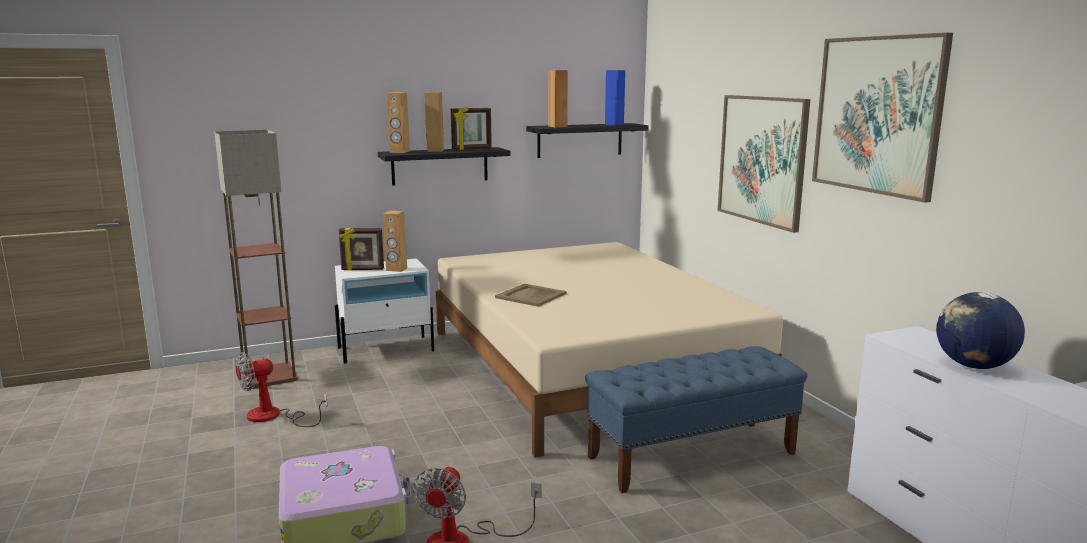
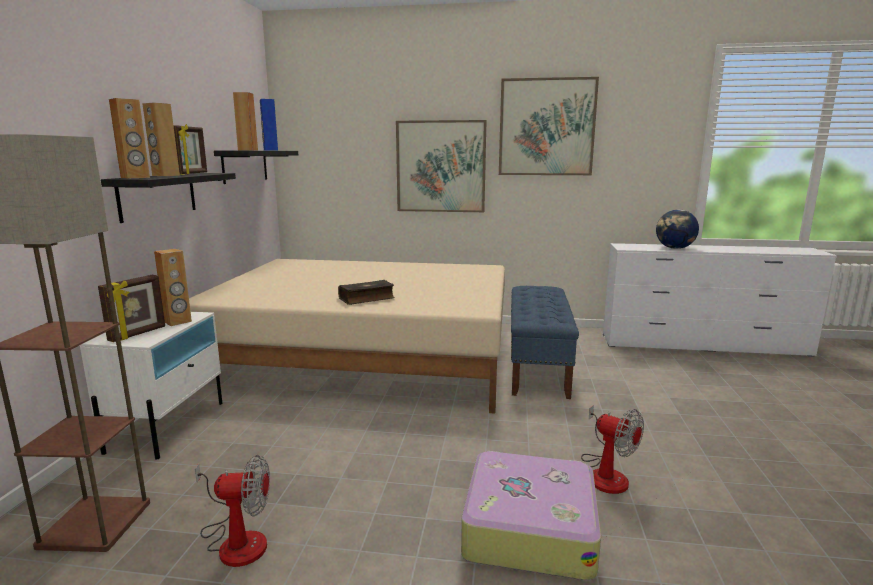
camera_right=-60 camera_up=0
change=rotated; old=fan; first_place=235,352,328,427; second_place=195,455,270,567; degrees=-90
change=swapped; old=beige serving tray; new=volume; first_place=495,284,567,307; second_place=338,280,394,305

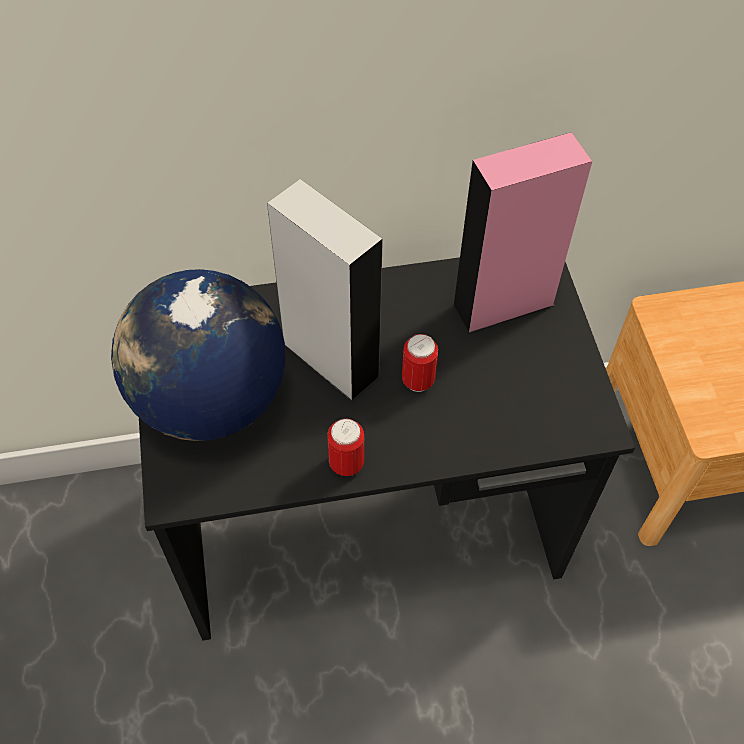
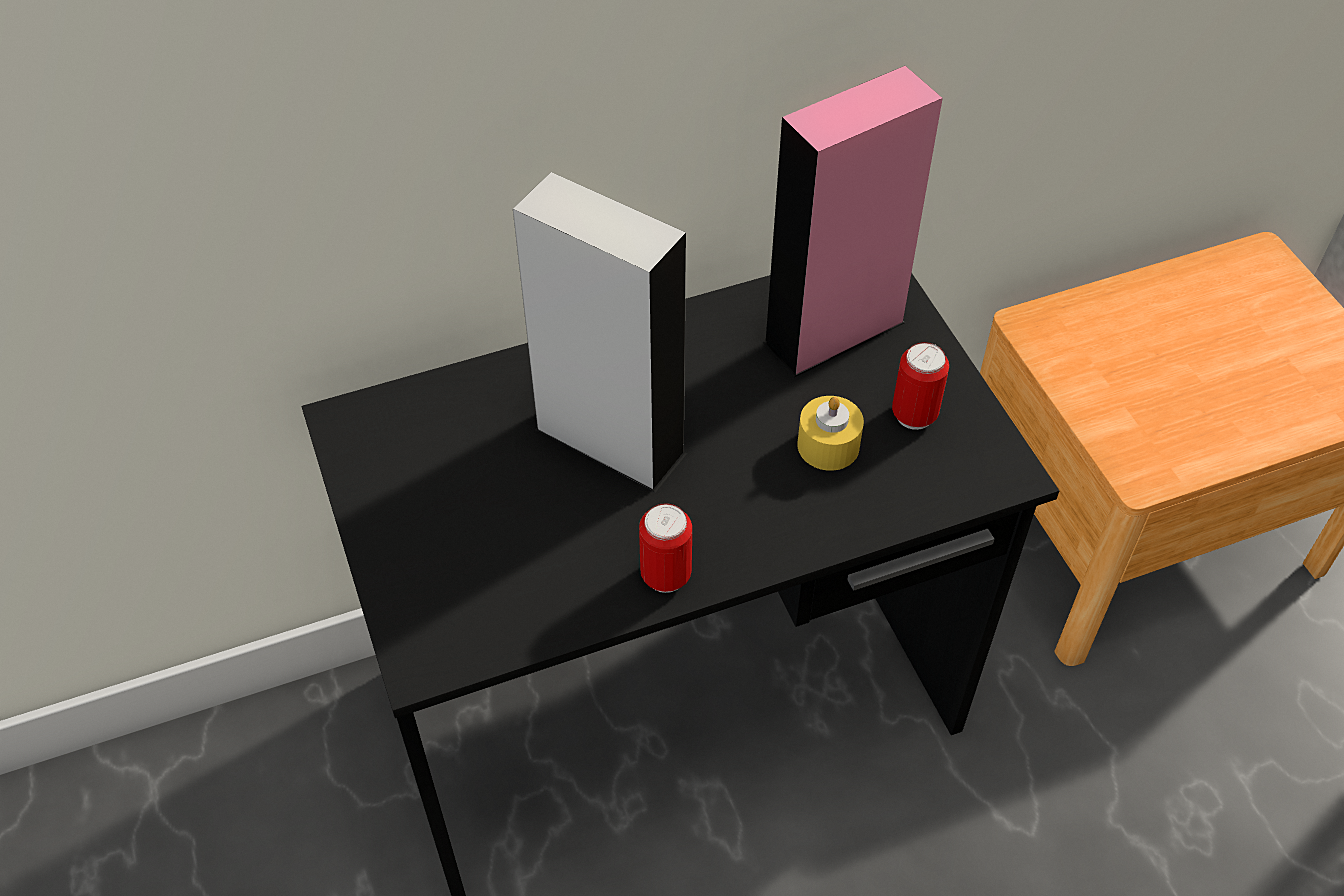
camera_right=-10 camera_up=-5
change=new; new=yellowish candle; second_place=797,396,864,471
change=shifted; old=can; first_place=402,334,438,392; second_place=892,342,949,430
change=gone; old=desk globe; first_place=111,269,285,441

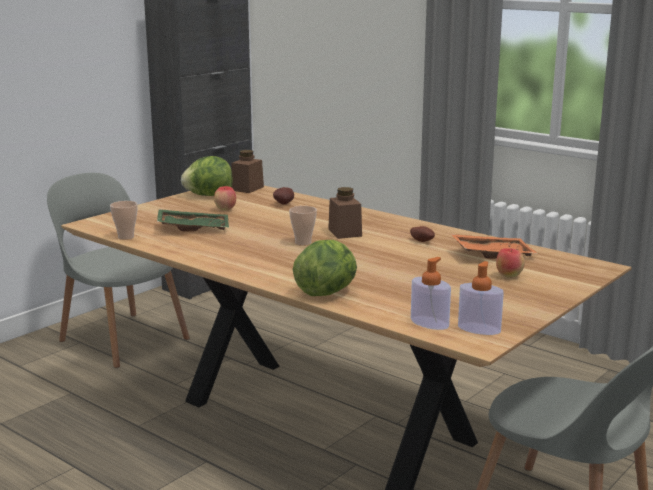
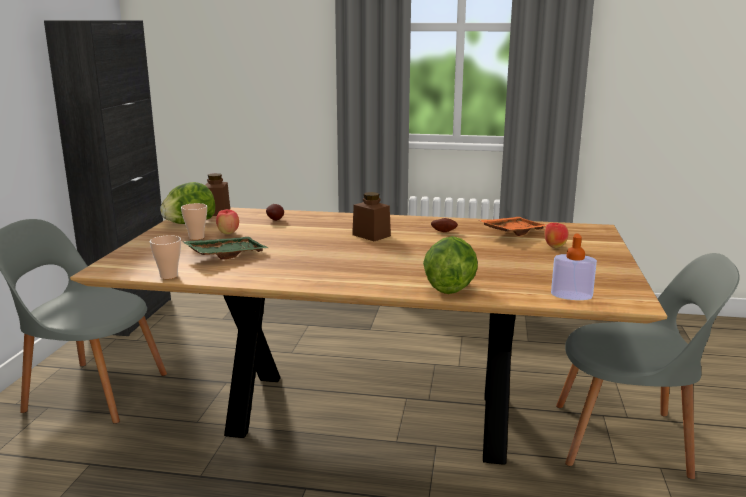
camera_right=-30 camera_up=0
change=shifted; old=small cup; first_place=289,206,317,246; second_place=181,203,207,240
change=gone; old=soap dispenser; first_place=458,261,504,335

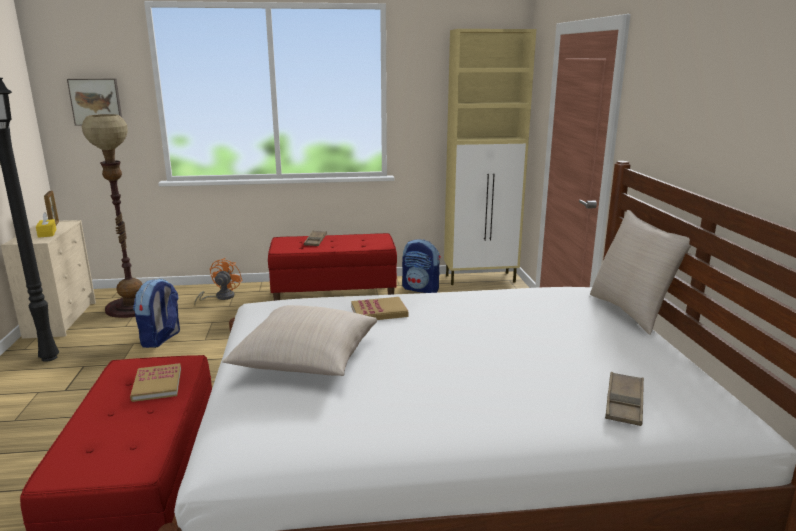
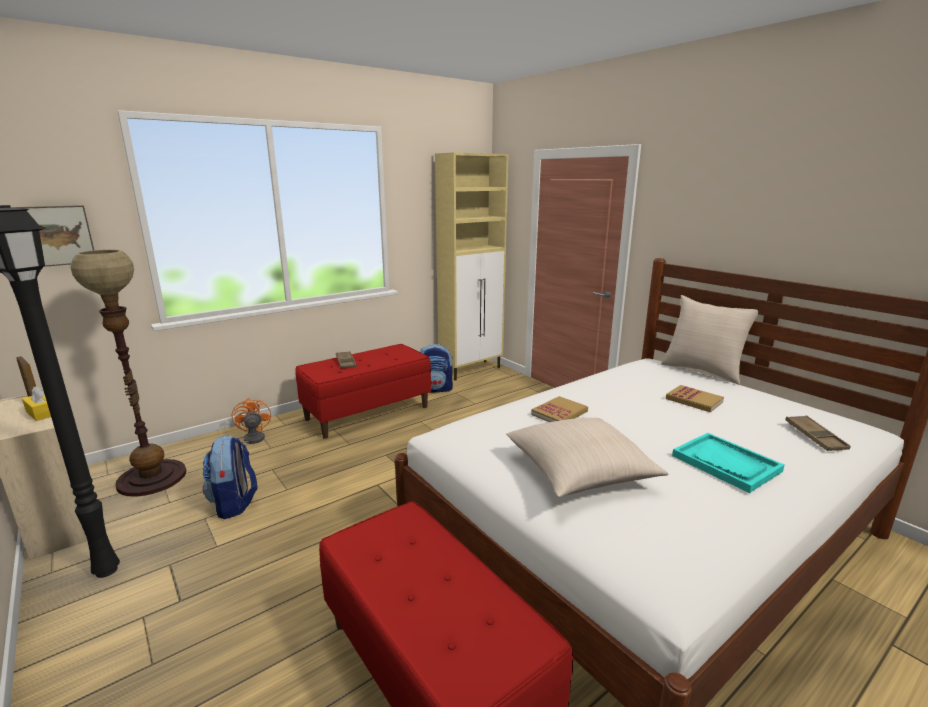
camera_right=-30 camera_up=0
change=shifted; old=volume; first_place=130,363,181,402; second_place=666,385,724,413
change=new; new=blue-green serving tray; second_place=672,433,784,493

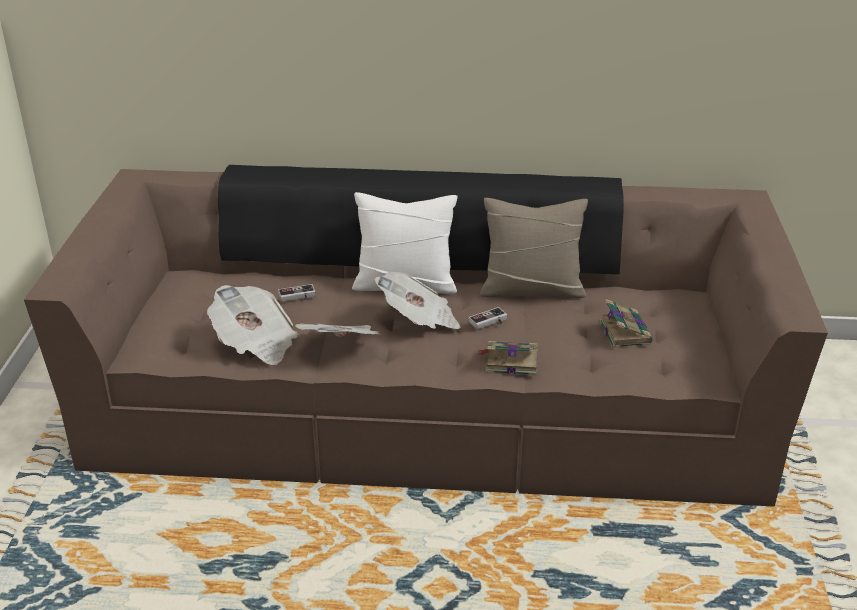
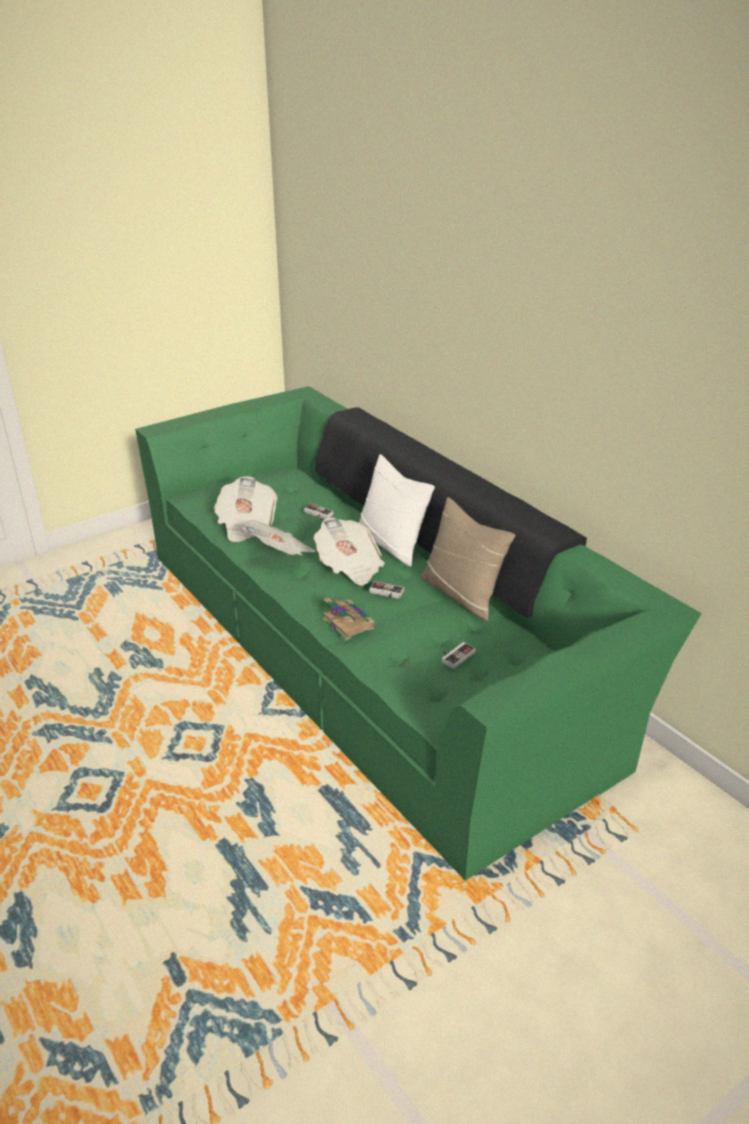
camera_right=50 camera_up=0
change=repainted; old=brown-coloured settee; new=green-coloured settee; first_place=24,165,828,507; second_place=135,386,702,881
change=swapped; old=volume; new=game controller; first_place=600,299,652,348; second_place=442,642,476,669

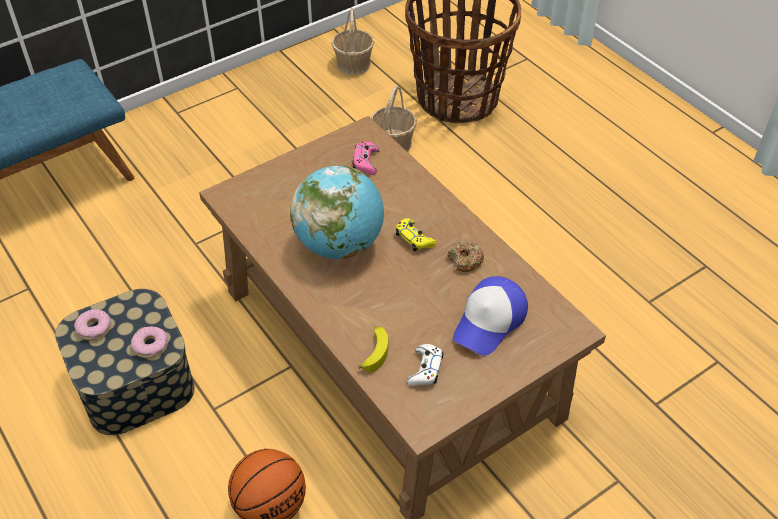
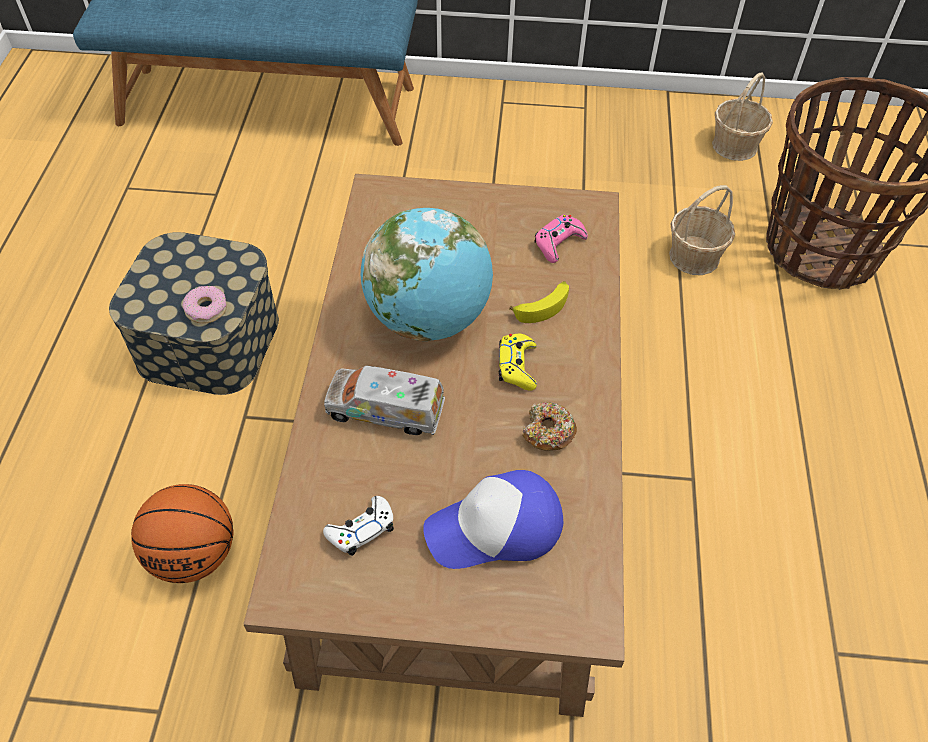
camera_right=40 camera_up=5
change=new; new=model truck; second_place=324,366,445,435
change=shifted; old=banana fruit; first_place=358,326,388,373; second_place=509,281,569,323
change=gone; old=donut; first_place=74,309,112,341

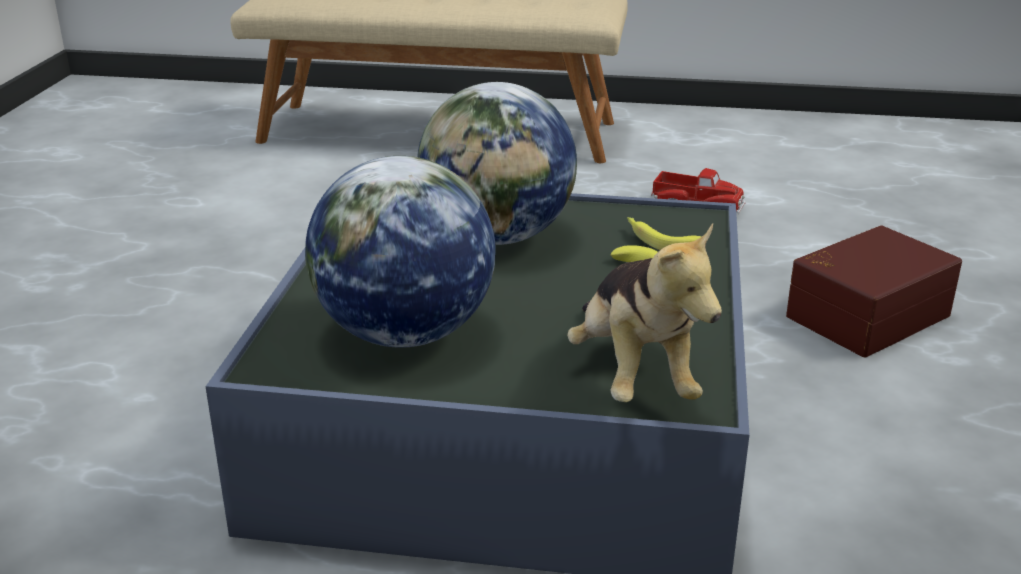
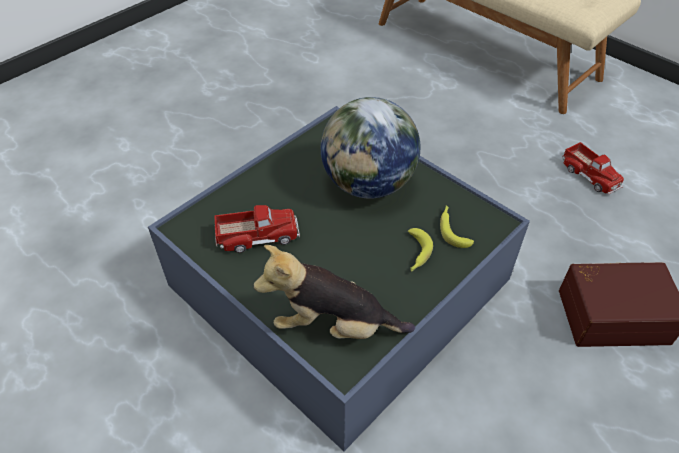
camera_right=35 camera_up=20
change=swapped; old=desk globe; new=model truck; first_place=305,156,496,348; second_place=214,205,300,253
change=rotated; old=soft toy; first_place=567,223,722,402; second_place=254,245,415,339; degrees=75

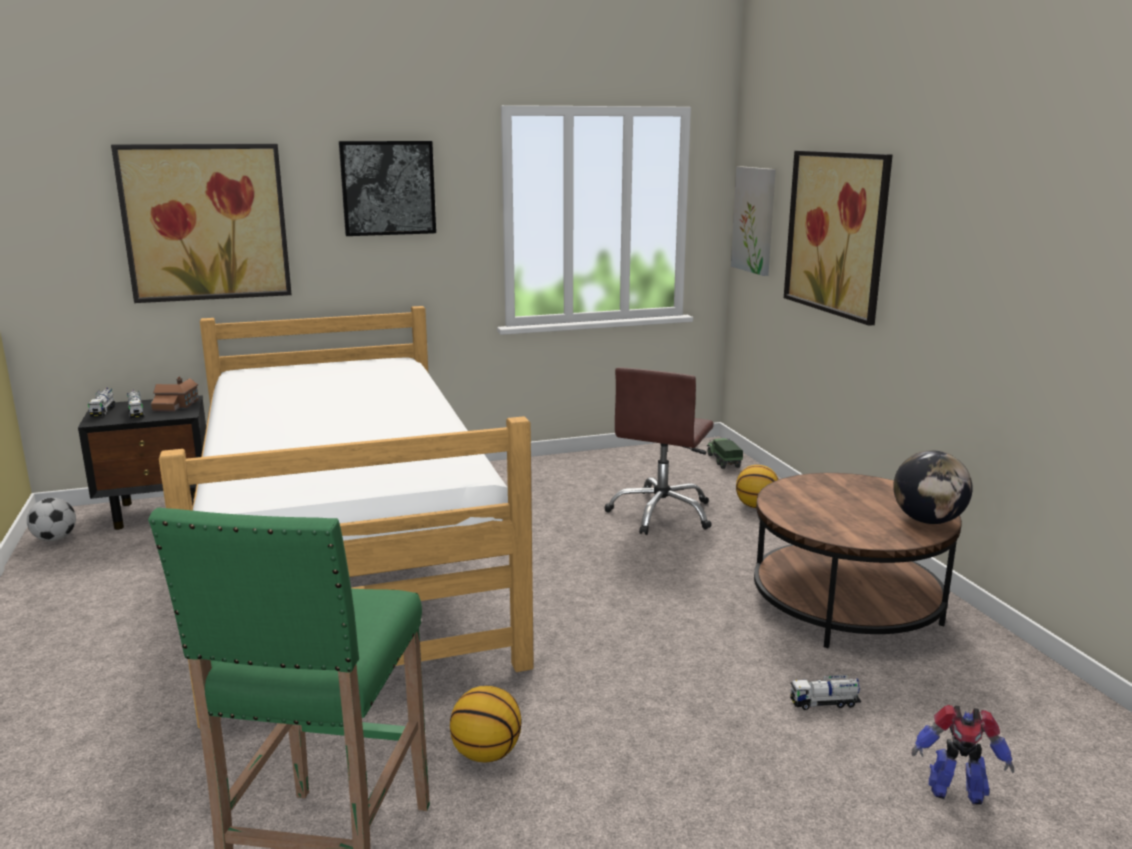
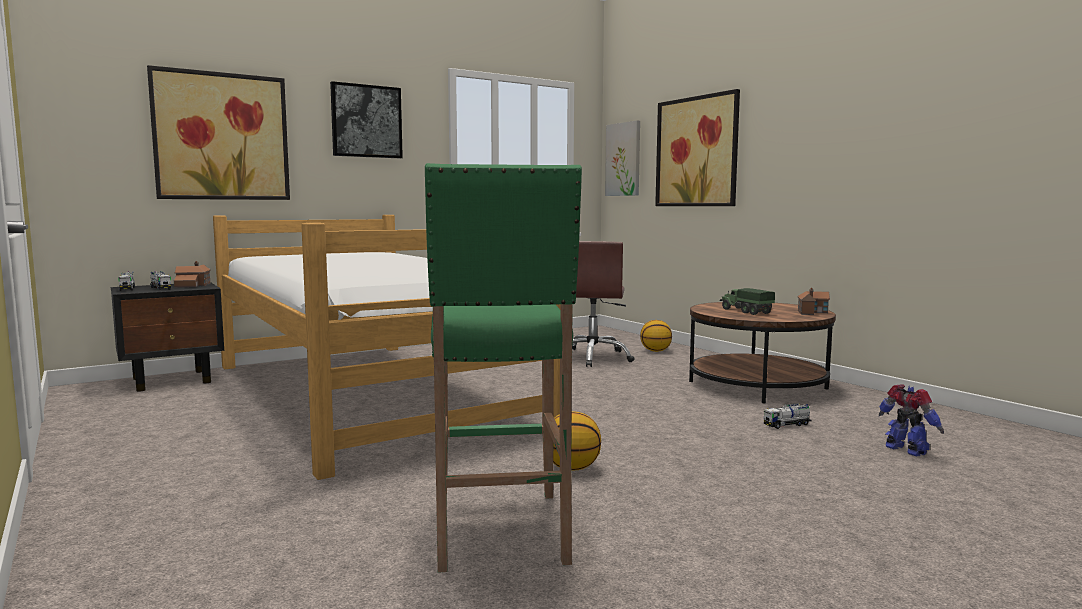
camera_right=-15 camera_up=-10
change=shifted; old=model truck; first_place=707,438,743,469; second_place=720,288,775,315
change=swapped; old=desk globe; new=model house; first_place=893,450,973,524; second_place=798,288,830,315
change=rotated; old=robot figure; first_place=911,705,1014,805; second_place=879,384,944,457; degrees=-120
change=gone; old=football ball; first_place=27,498,76,541

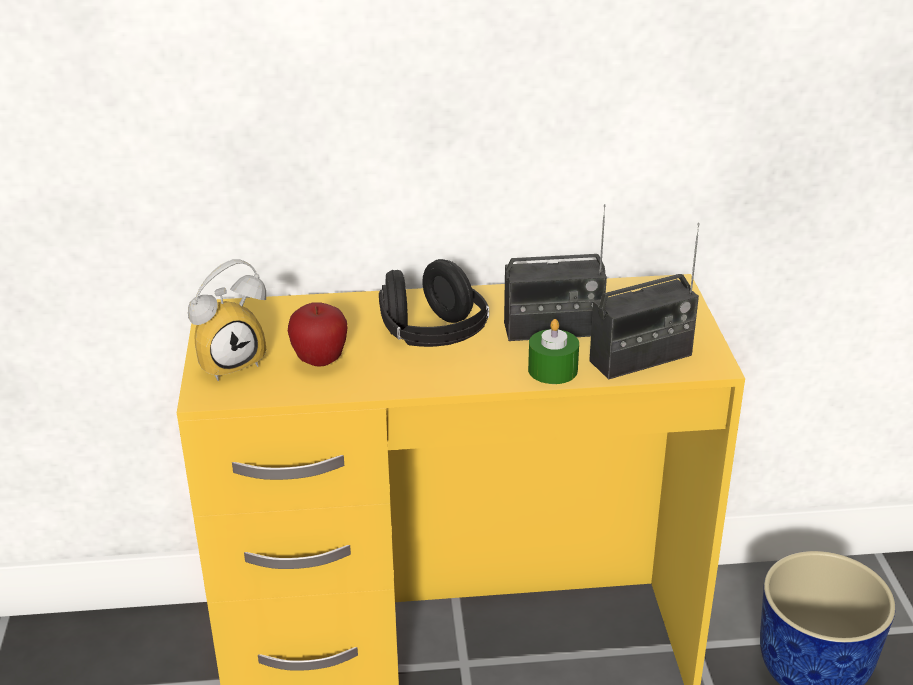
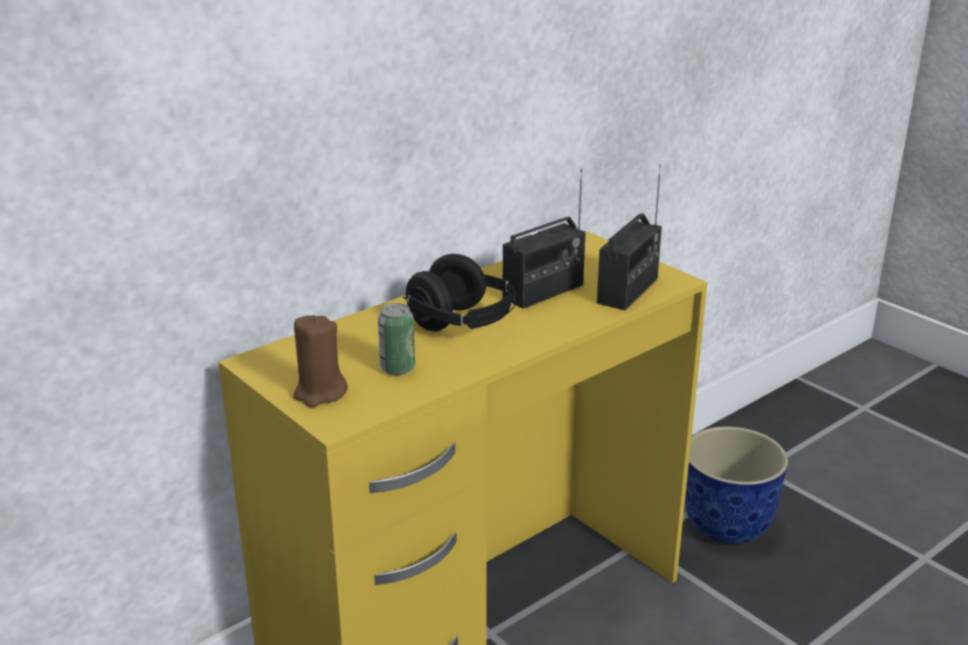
camera_right=-35 camera_up=-5
change=swapped; old=bedside clock; new=brown-coloured candle; first_place=188,259,266,381; second_place=294,315,348,408
change=swapped; old=apple fruit; new=can; first_place=288,302,348,366; second_place=378,303,415,375
change=gone; old=green-coloured candle; first_place=528,319,579,384

